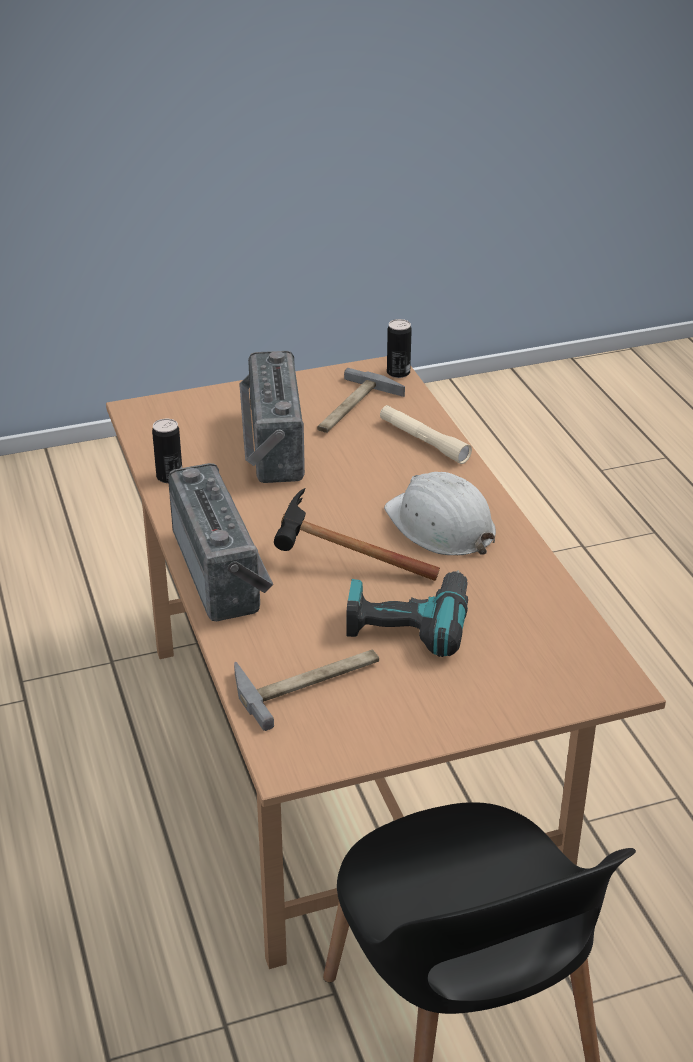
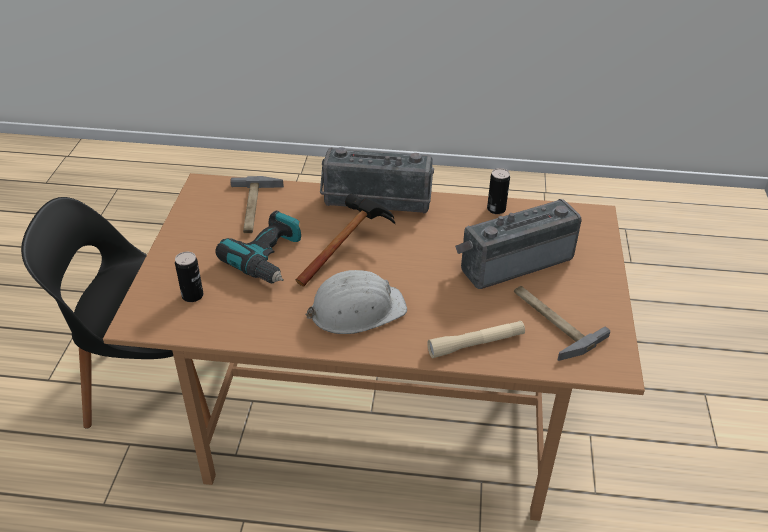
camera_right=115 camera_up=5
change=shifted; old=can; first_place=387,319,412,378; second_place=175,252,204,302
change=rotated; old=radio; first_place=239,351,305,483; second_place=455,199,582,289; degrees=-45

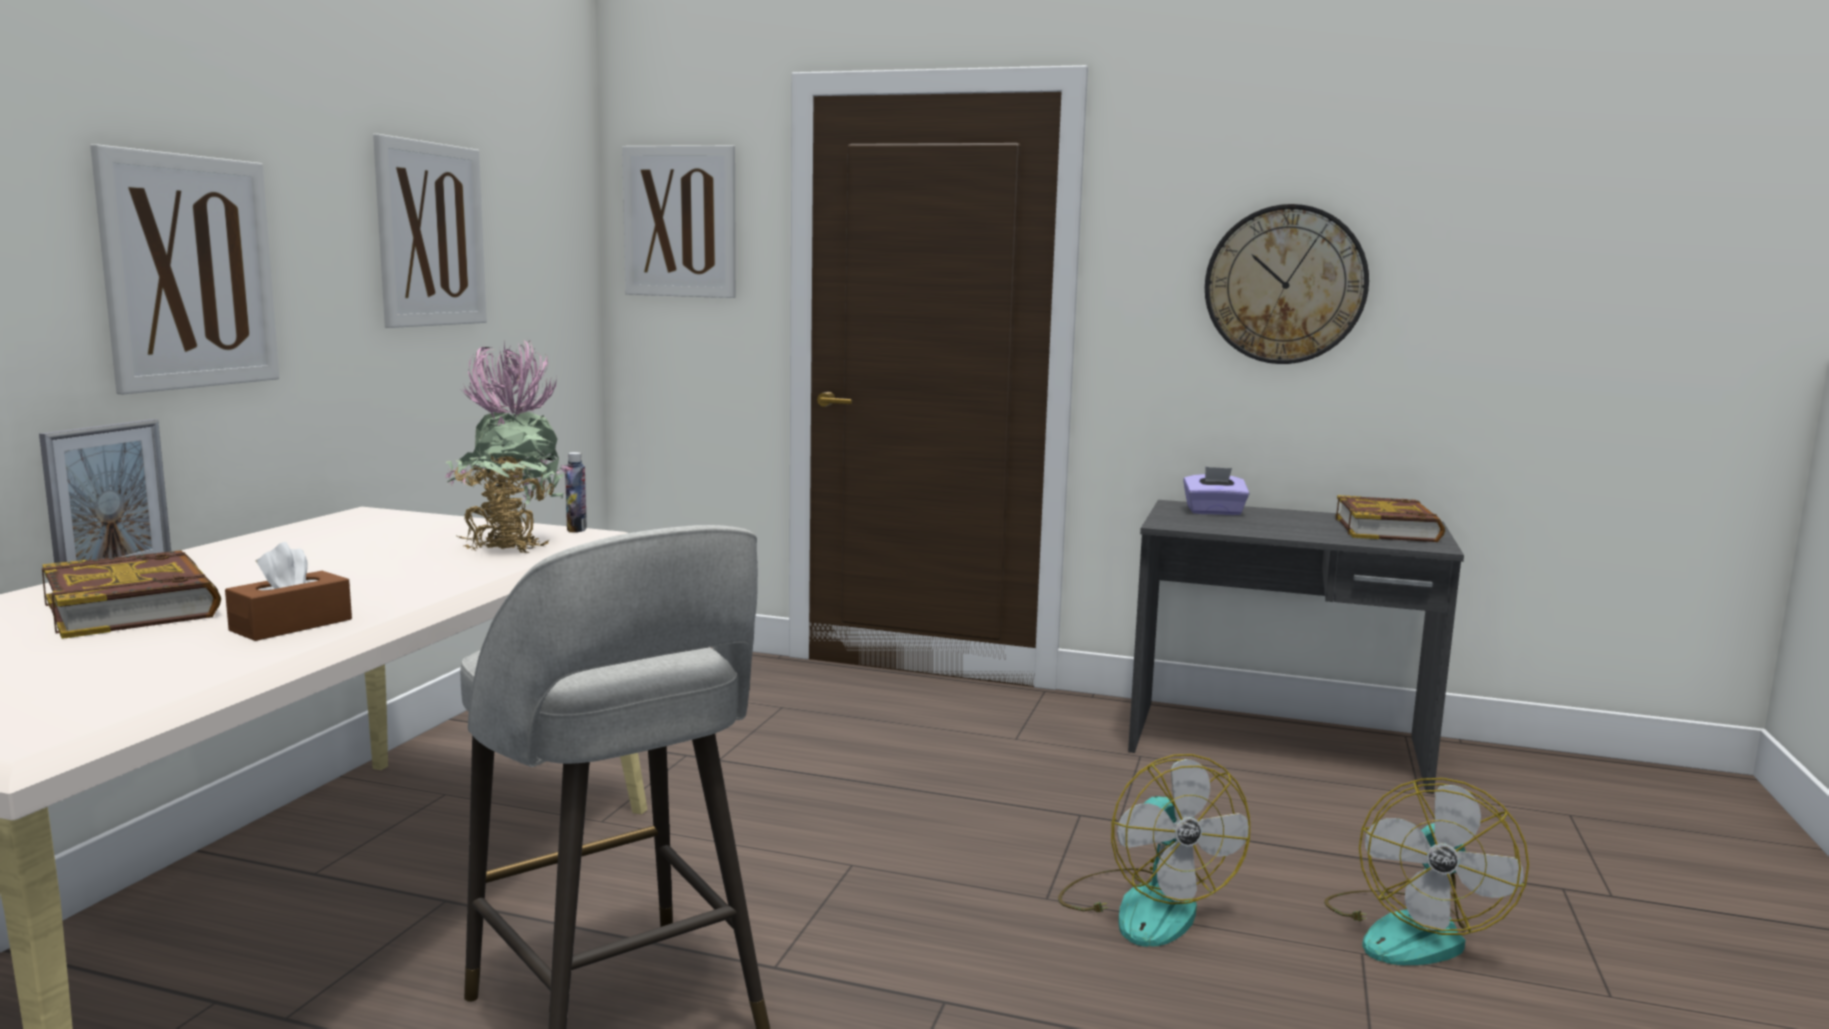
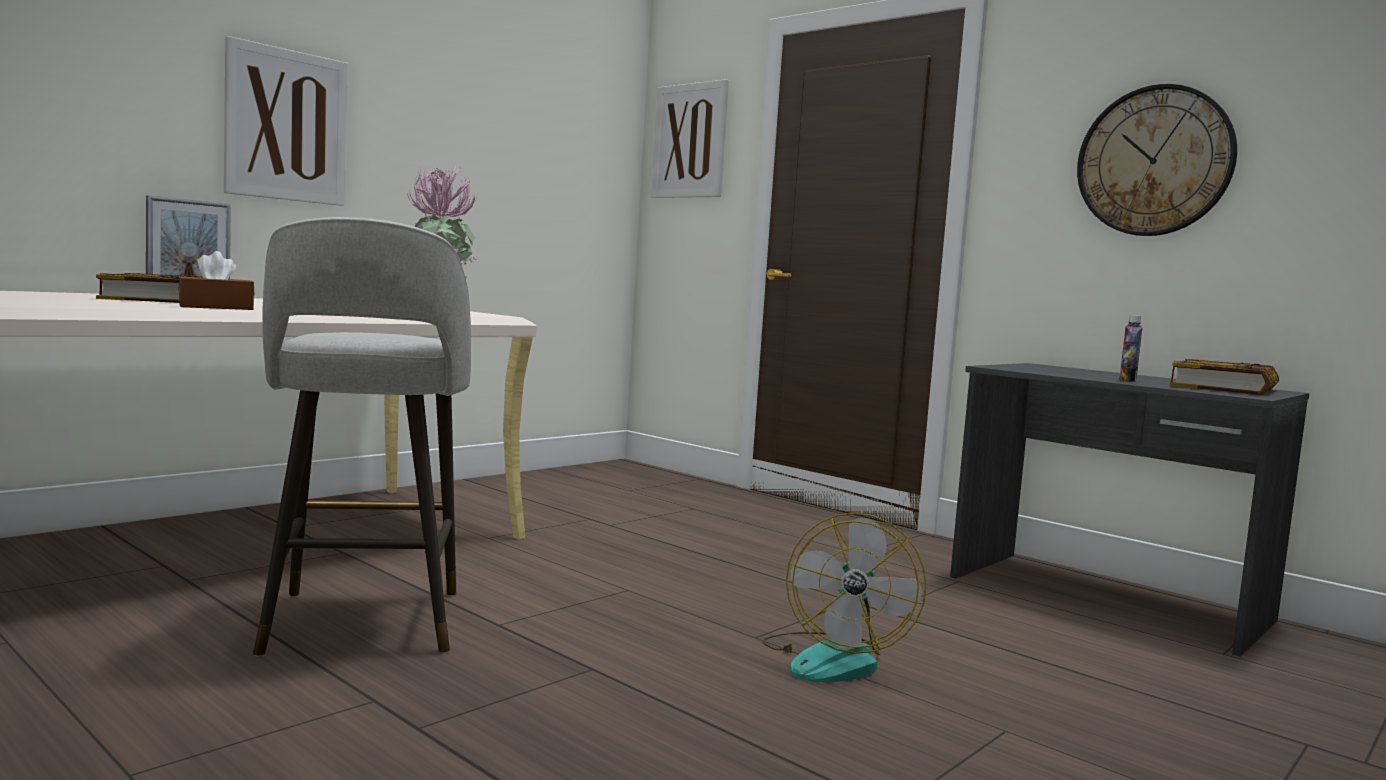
camera_right=25 camera_up=-5
change=shifted; old=drink bottle; first_place=565,452,587,532; second_place=1119,315,1143,382
change=gone; old=wall art; first_place=373,134,487,328
change=gone; old=purplish box of tissues; first_place=1183,467,1249,515
change=gone; old=fan; first_place=1324,778,1529,965

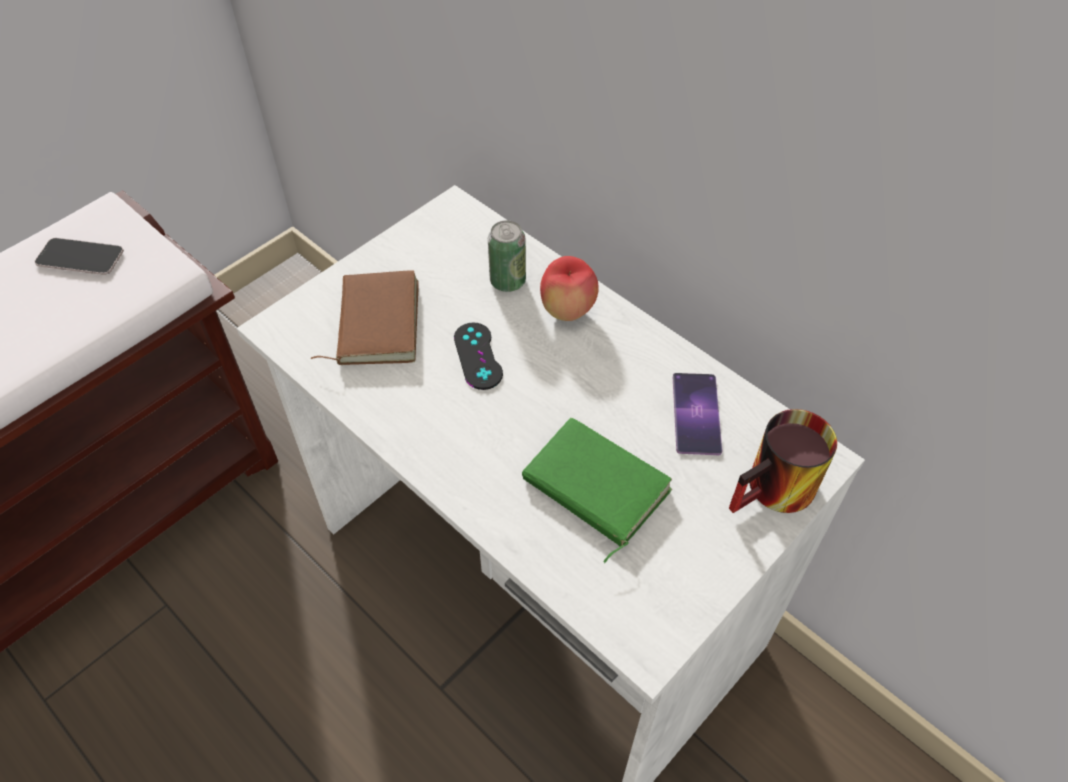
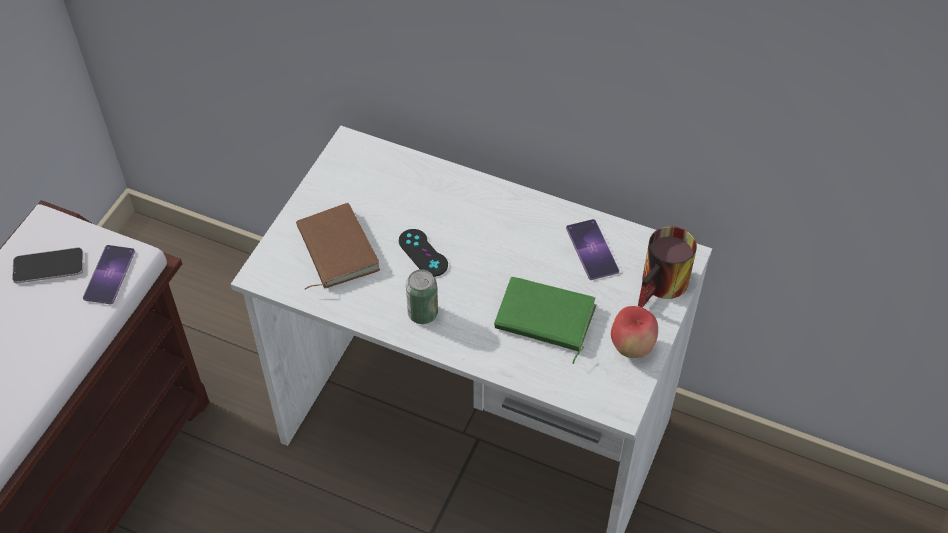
camera_right=-20 camera_up=0
change=new; new=phone; second_place=83,245,135,304
change=shifted; old=can; first_place=488,220,526,292; second_place=406,269,438,324
change=shifted; old=apple fruit; first_place=540,256,599,321; second_place=611,306,658,358

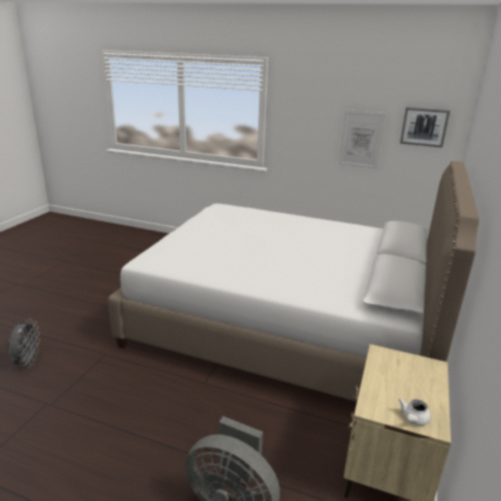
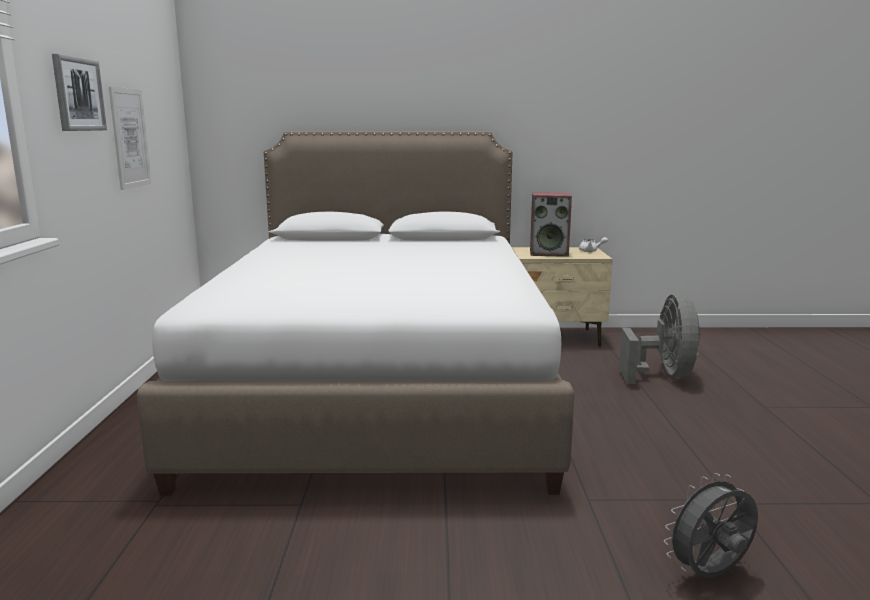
camera_right=-110 camera_up=-10
change=shifted; old=wall art; first_place=400,107,450,148; second_place=52,54,107,131
change=new; new=audio speaker; second_place=530,193,572,257

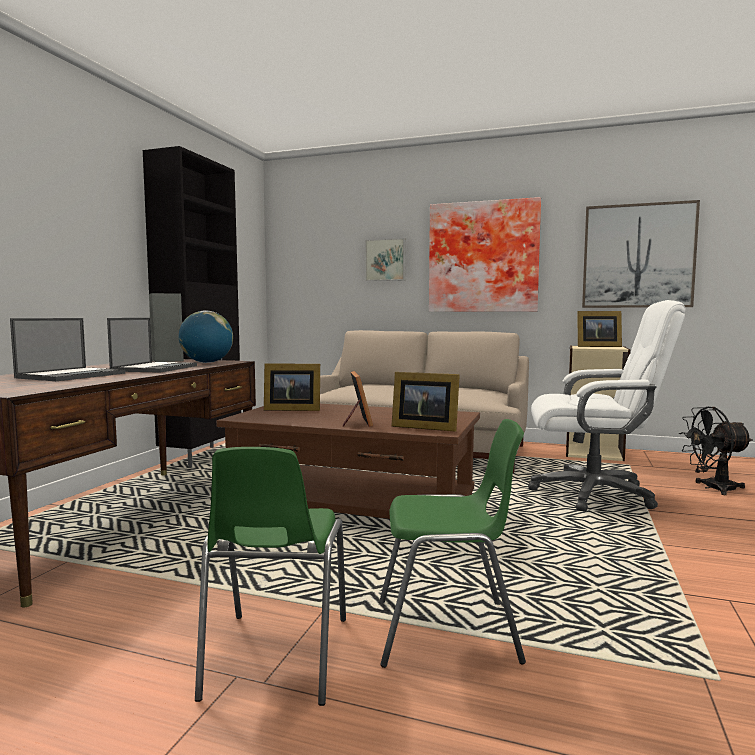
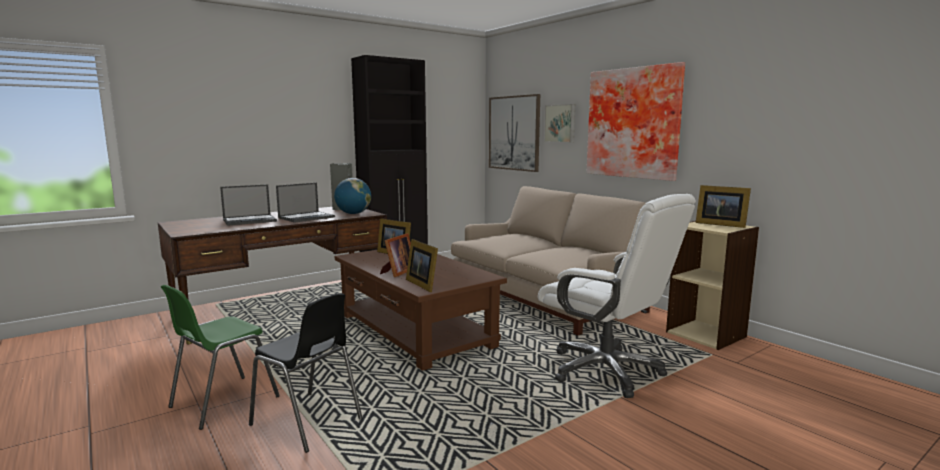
camera_right=35 camera_up=5
change=repainted; old=green-coloured upright chair; new=blackish upright chair; first_place=379,419,526,668; second_place=249,293,362,453
change=shifted; old=wall art; first_place=582,200,700,308; second_place=489,94,540,172
change=gone; old=blackish fan; first_place=679,407,753,495

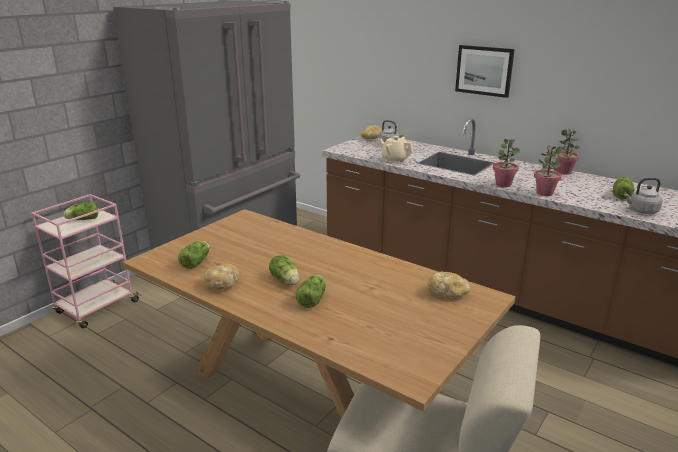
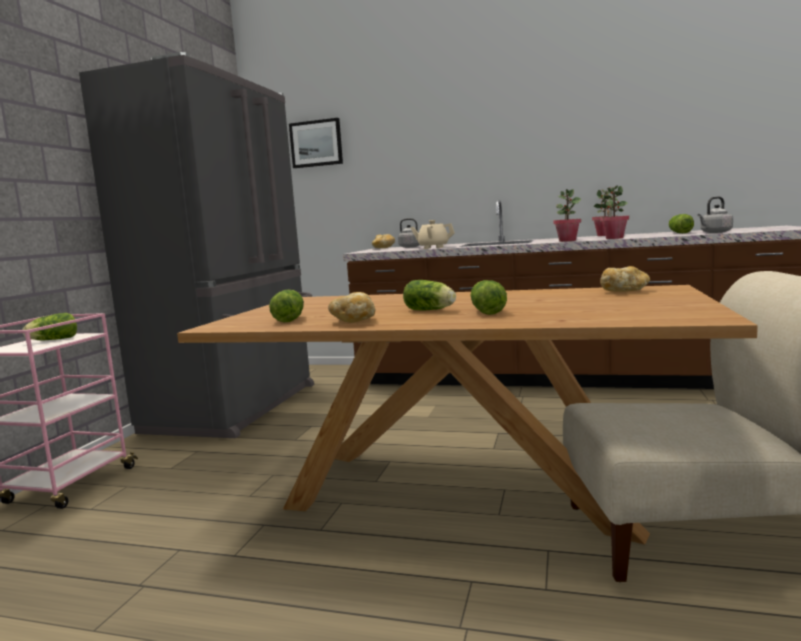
camera_right=-20 camera_up=-15
change=shifted; old=wall art; first_place=455,45,515,98; second_place=289,118,343,168

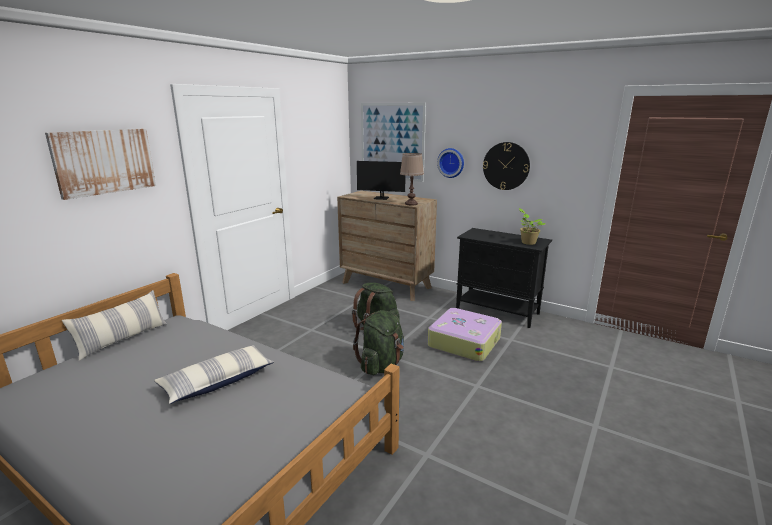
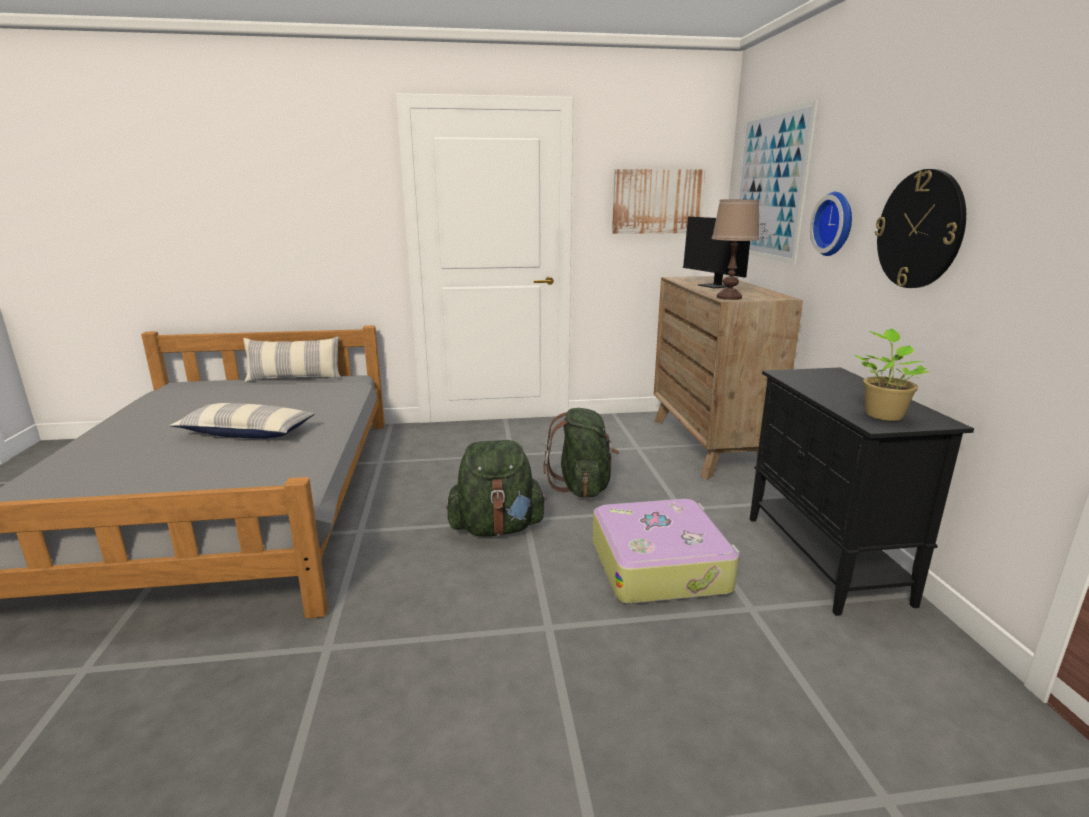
camera_right=50 camera_up=0
change=shifted; old=wall art; first_place=45,129,156,200; second_place=612,169,705,234

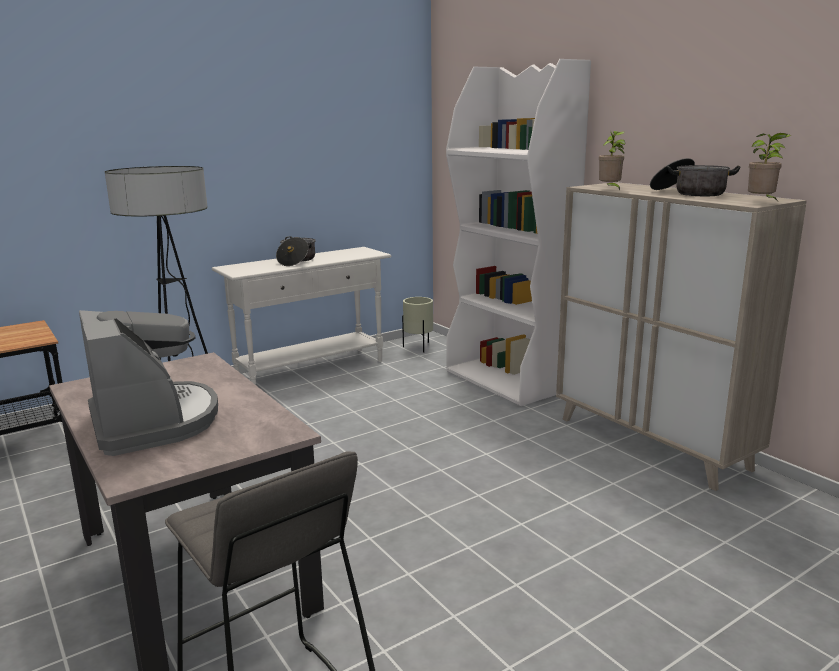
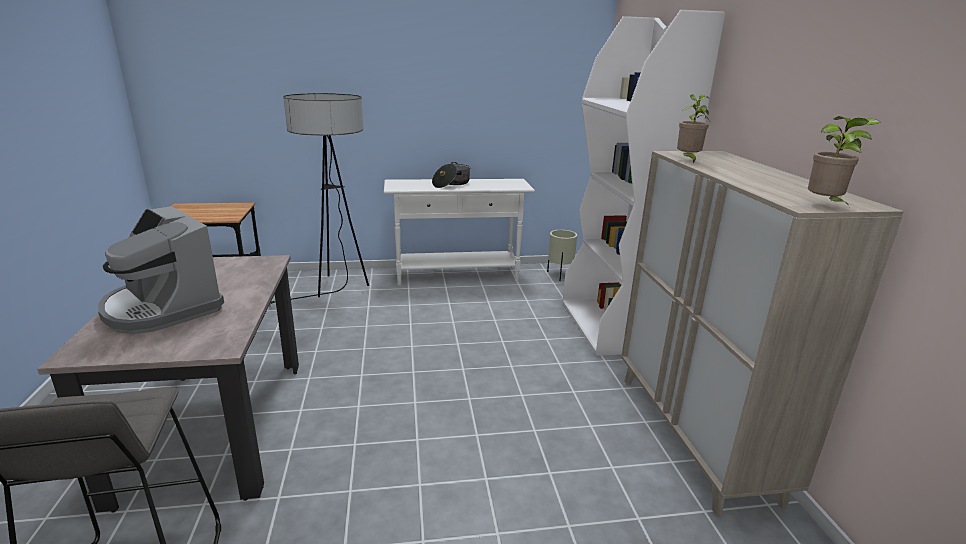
camera_right=25 camera_up=5
change=rotated; old=coffee maker; first_place=79,310,218,456; second_place=98,206,224,334; degrees=135
change=gone; old=saucepot; first_place=650,158,740,196

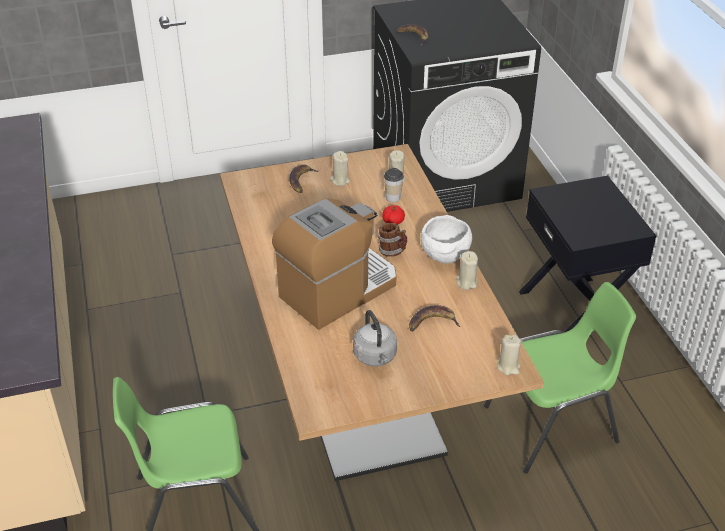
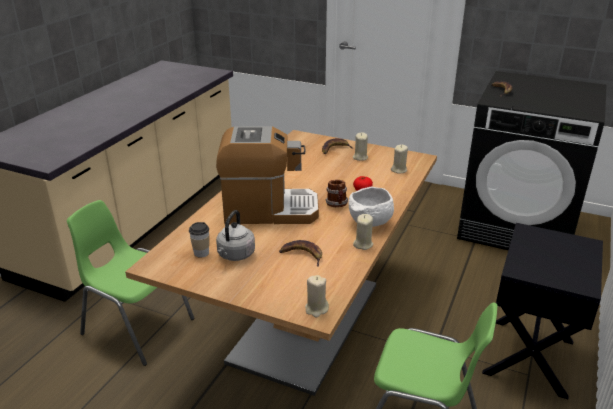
camera_right=40 camera_up=-10
change=shifted; old=small cup; first_place=384,168,403,202; second_place=189,222,209,258

